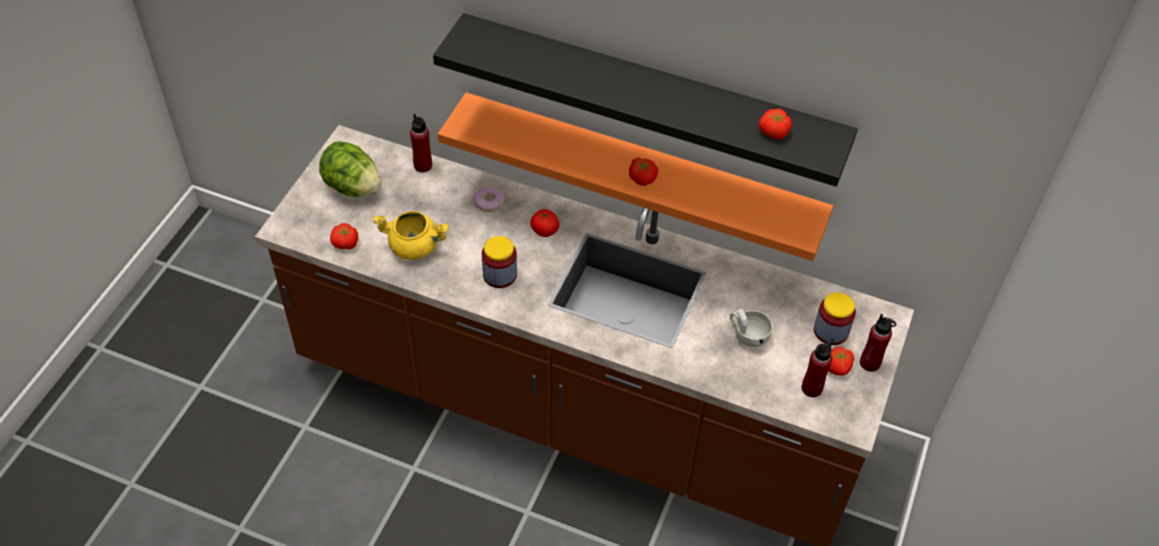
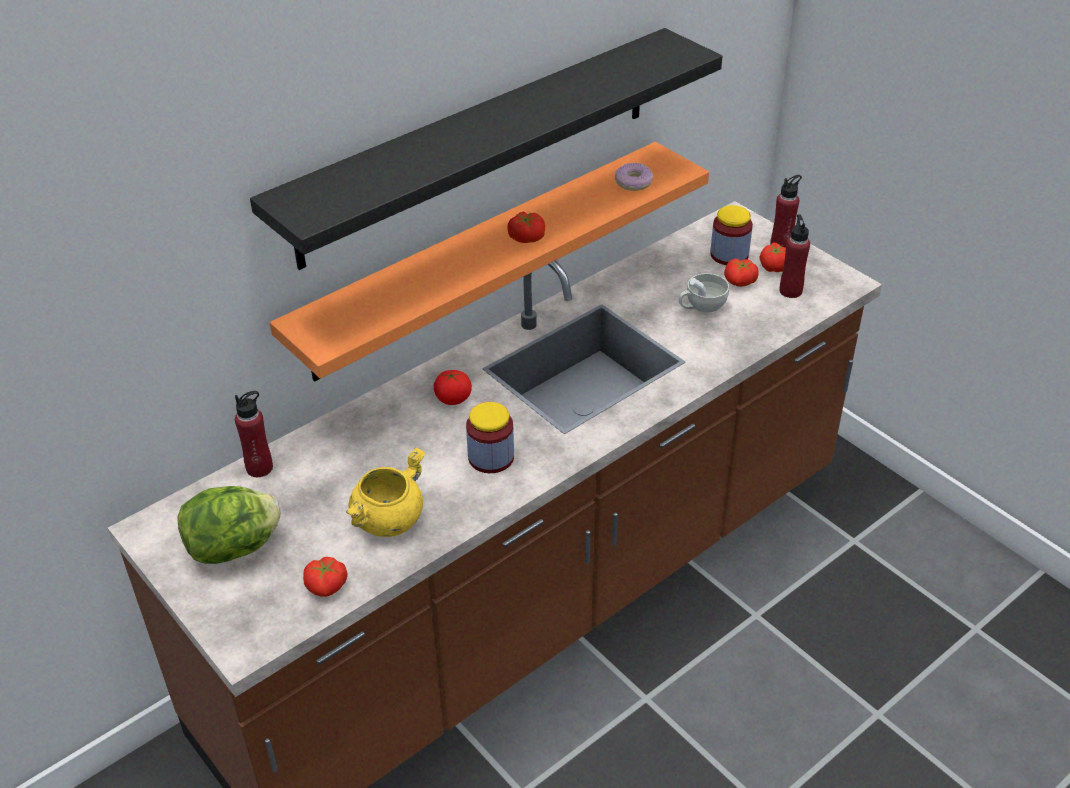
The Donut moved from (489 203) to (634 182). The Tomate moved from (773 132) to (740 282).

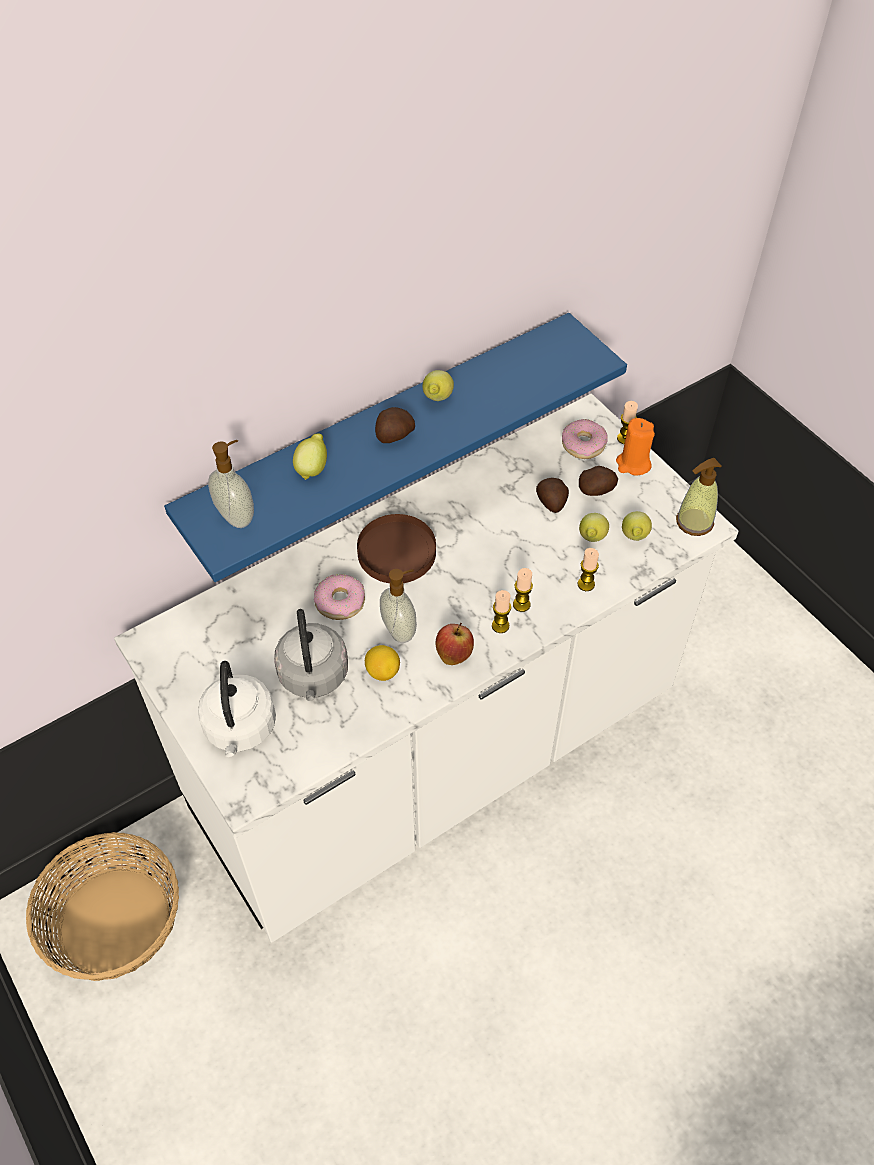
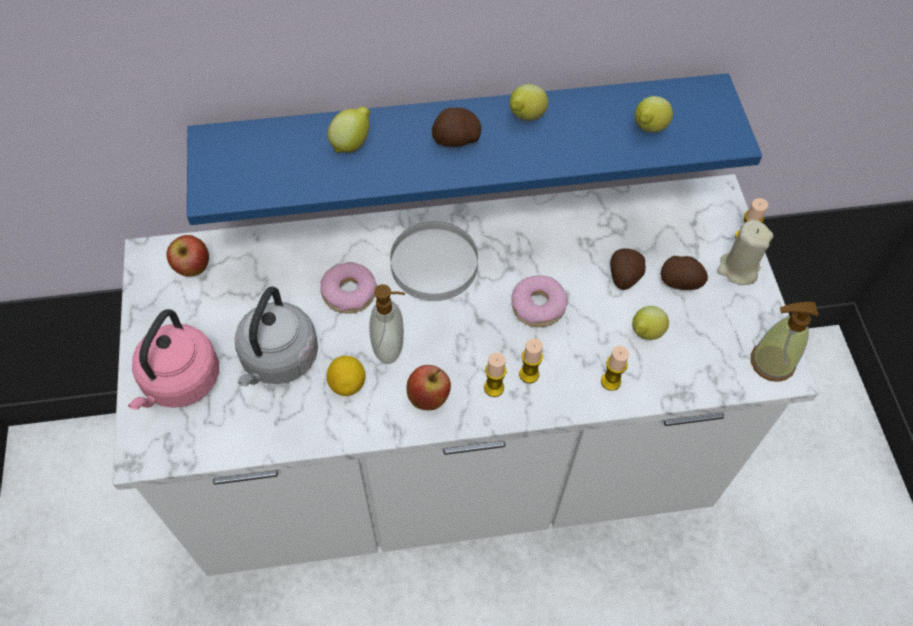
The Wasserkessel [weiß] at (240 729) became the Wasserkessel [rosa] at (180 382). The Apfel at (193 268) appeared. The Teller [braun] at (397 552) became the Teller [weiß] at (434 264). The Donut moved from (583 444) to (538 306). The Zitrone moved from (634 537) to (648 129). The Kerze [orange] at (633 464) became the Kerze [beige] at (738 269). The Korb at (115 920) disappeared. The Seifenspender at (237 516) disappeared.

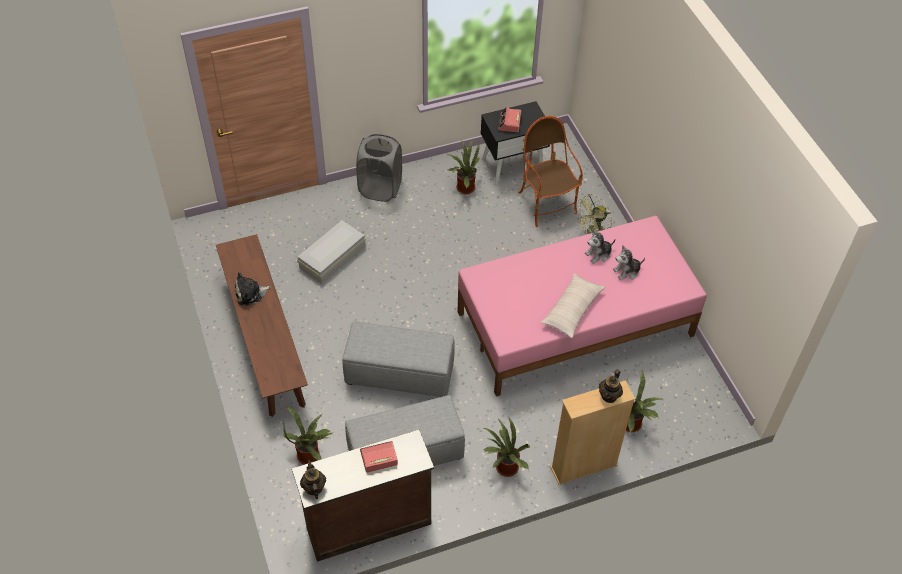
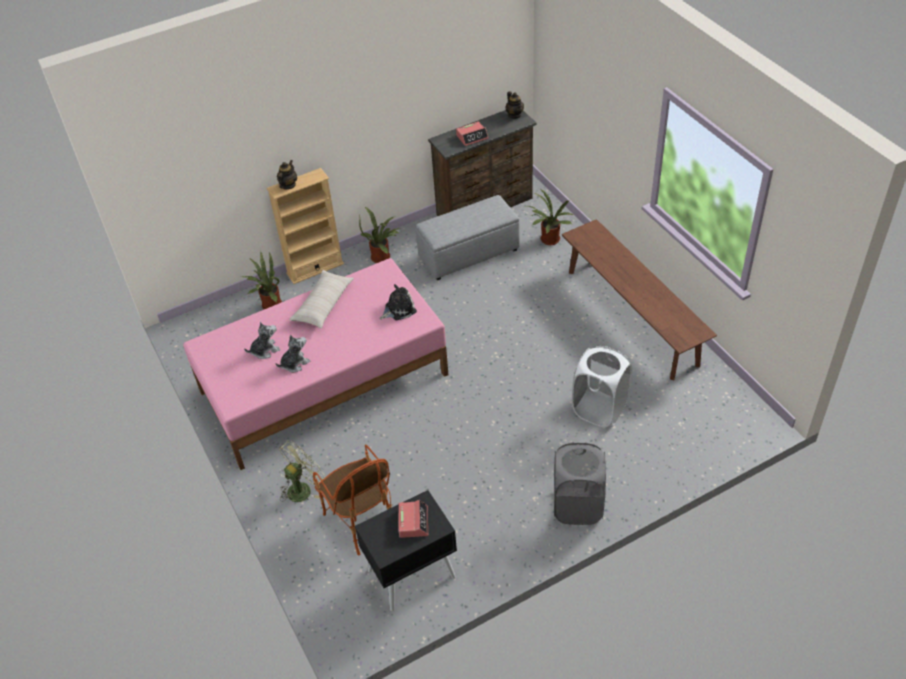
The Plüschtier moved from (250 293) to (398 309). The Aufbewahrungsbox [weiß] at (333 257) was replaced by the Wäschekorb [weiß] at (599 409). The Polsterhocker [grau] at (400 374) disappeared. The Topfpflanze at (463 187) disappeared.

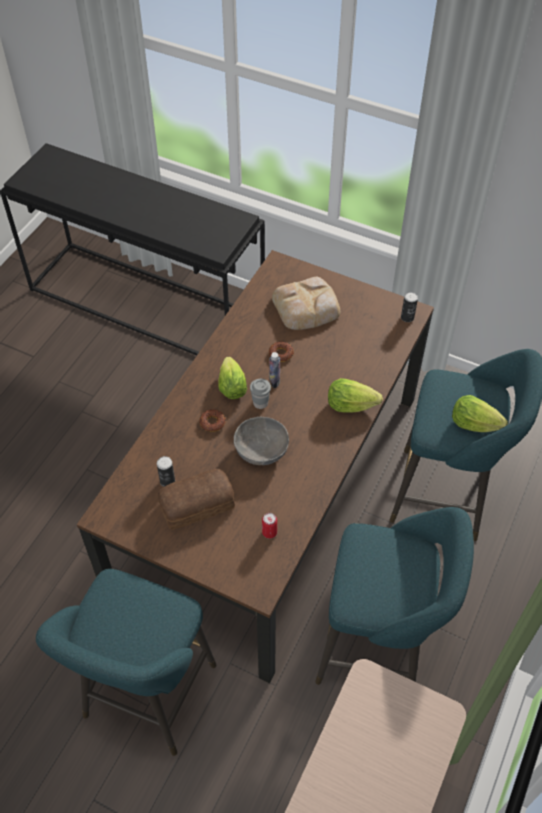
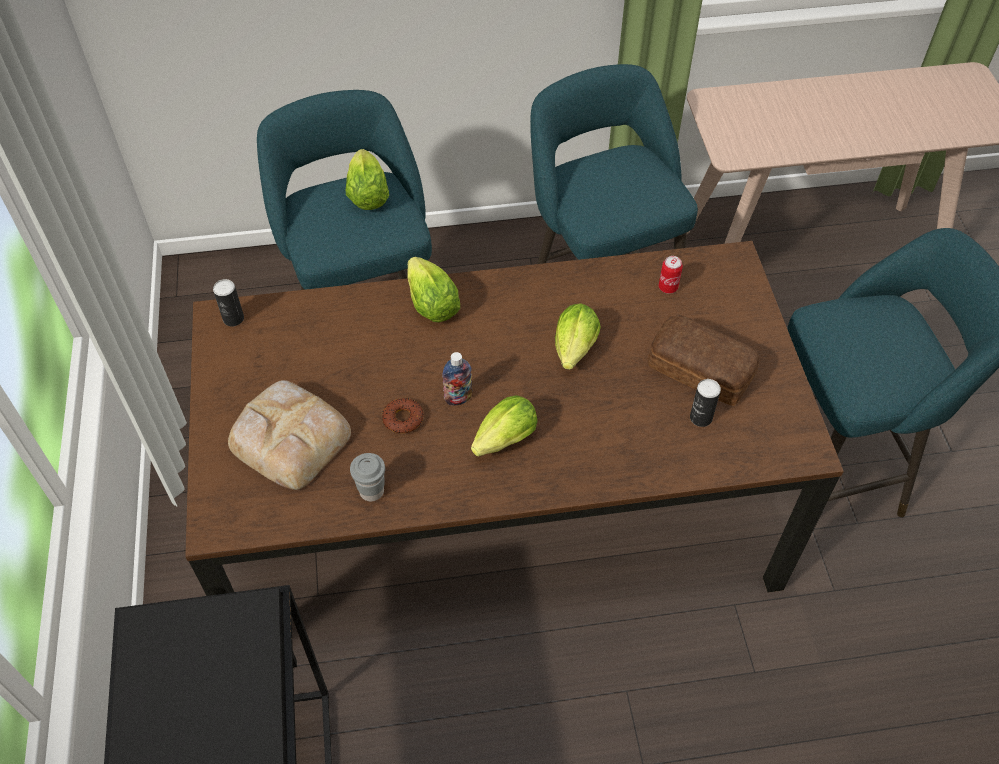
The Tasse [grau] moved from (260 403) to (371 491). The Schüssel [grau] at (261 451) was replaced by the Salatkopf at (573 352). The Donut at (212 422) disappeared.

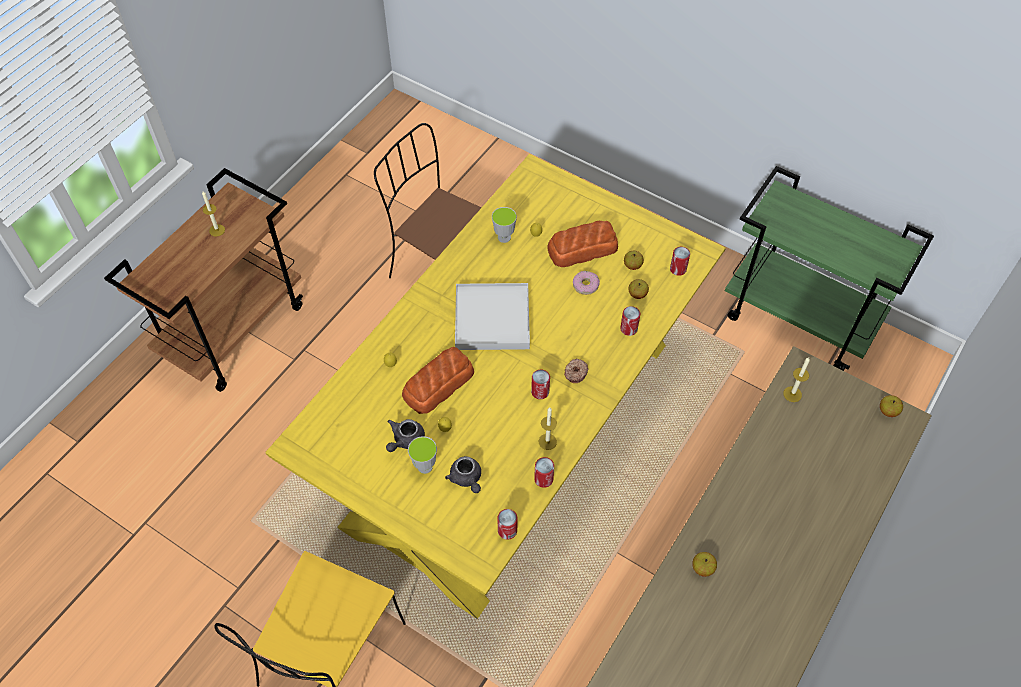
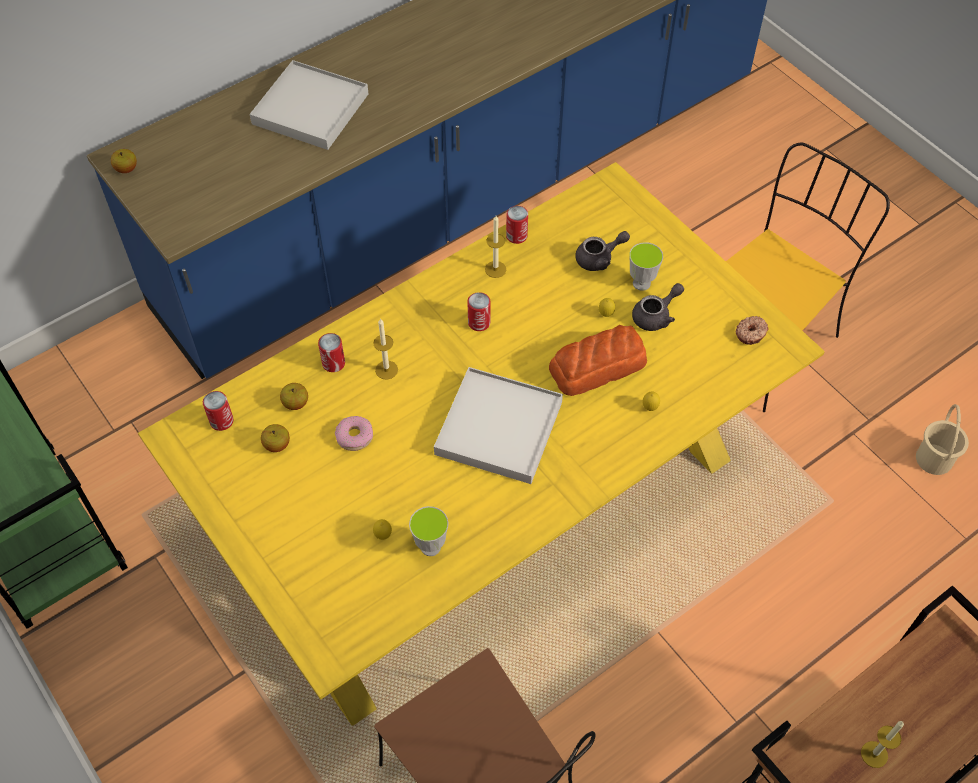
The Tablett [weiß] at (310 109) appeared. The Kerze moved from (792 394) to (386 370). The Teekanne [grau] at (466 479) turned 75 degrees clockwise. The Donut moved from (575 373) to (751 333). The Eimer [beige] at (934 459) appeared. The Dose at (507 530) disappeared. The Brot at (581 249) disappeared. The Apfel at (702 568) disappeared.

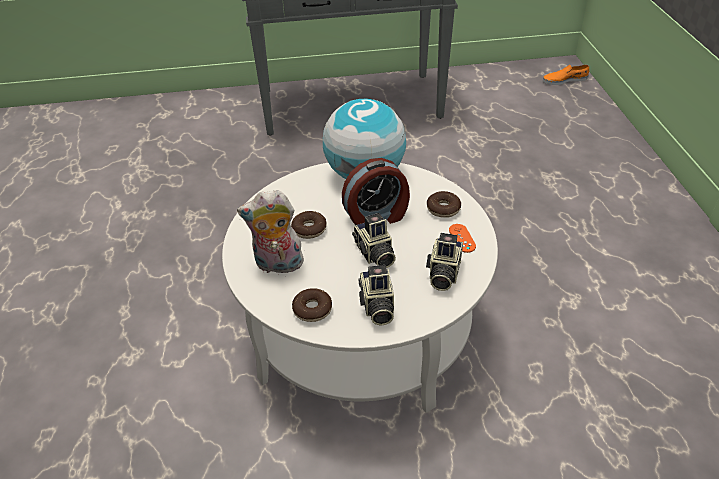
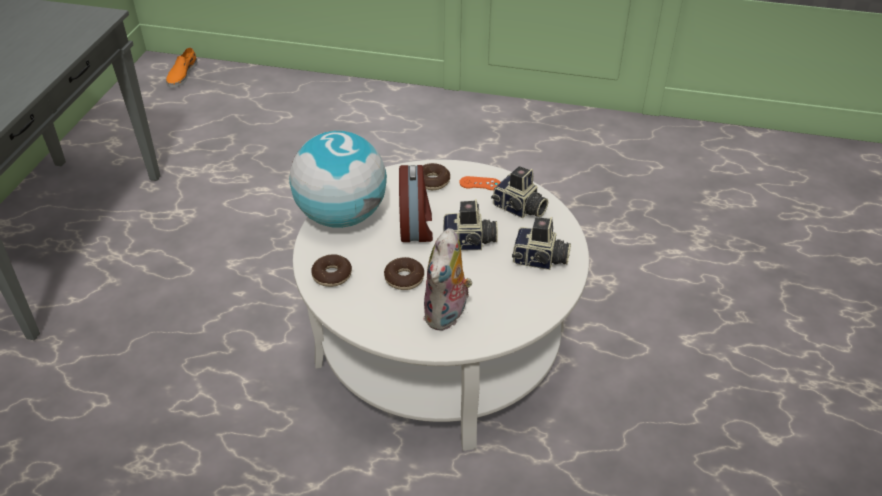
The Donut moved from (312 309) to (332 275).

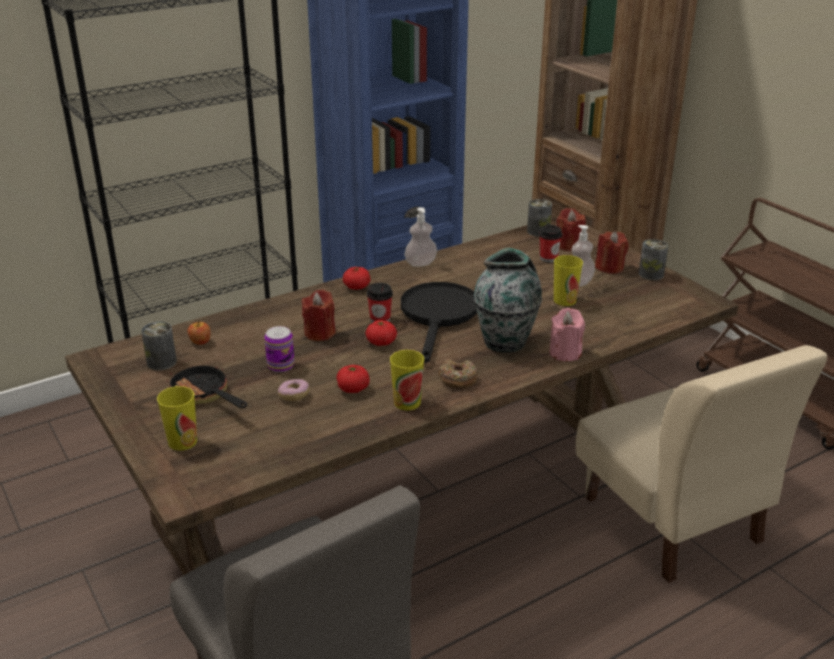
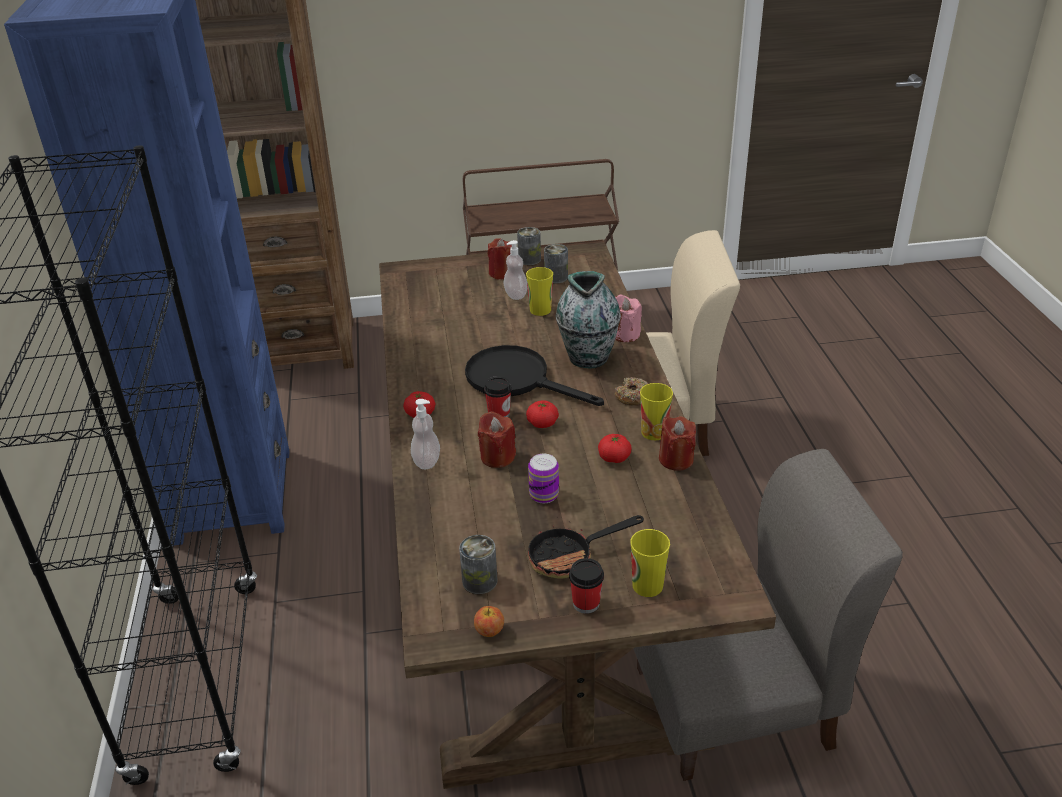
The Seifenspender moved from (420 263) to (426 461). The Apfel moved from (200 342) to (489 631). The Dose moved from (538 231) to (556 277). The Tasse moved from (548 258) to (586 603). The Kerze [rot] moved from (569 245) to (676 459). The Donut at (294 396) disappeared.

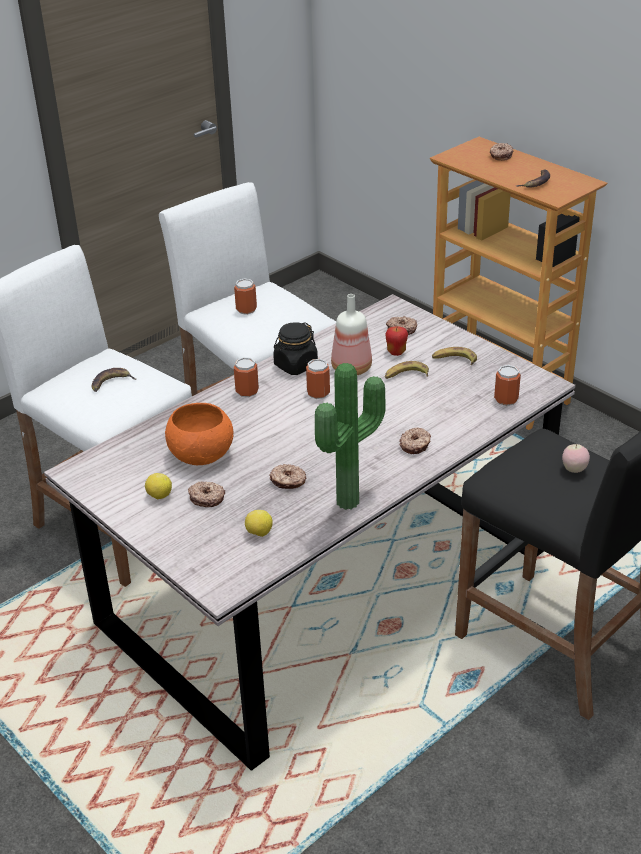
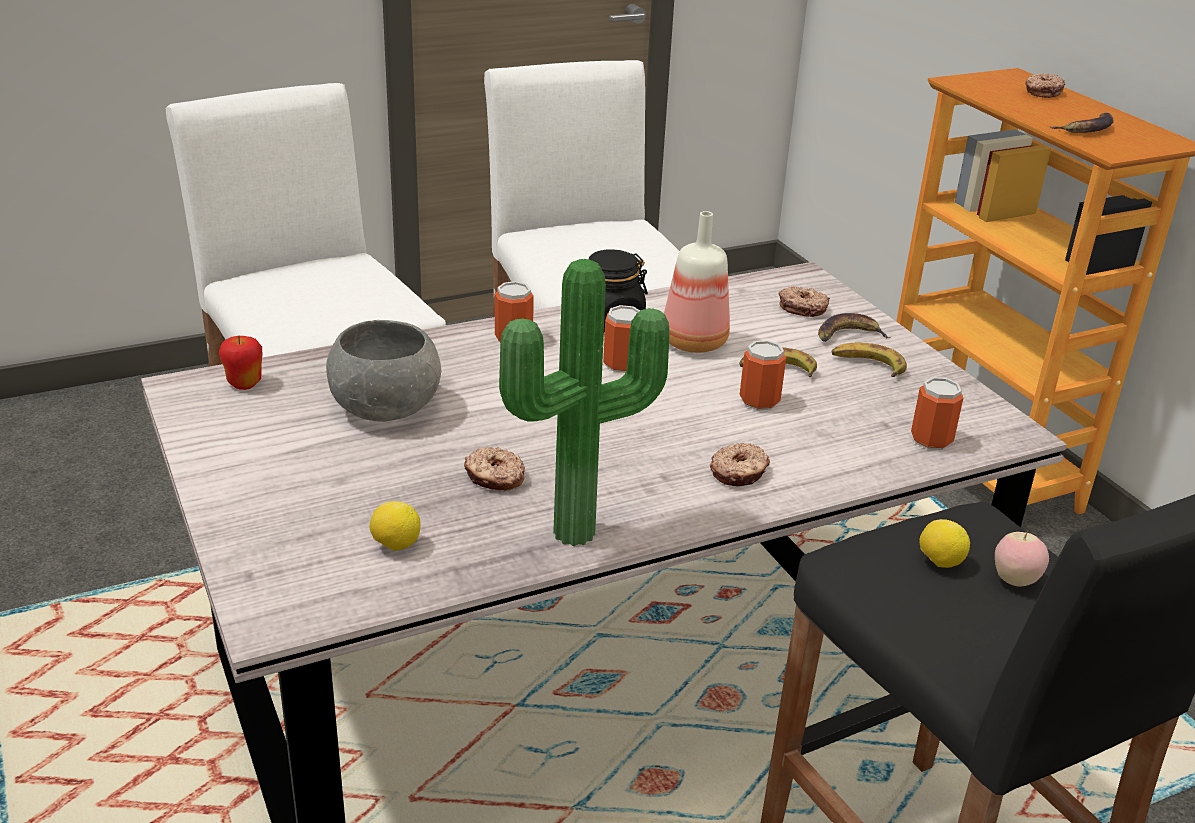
The Apfel moved from (396 352) to (244 384). The Schüssel [orange] at (201 455) became the Schüssel [grau] at (386 408). The Dose moved from (246 310) to (759 401). The Banane moved from (111 383) to (848 335). The Zitrone moved from (159 496) to (939 562). The Donut at (207 498) disappeared.

